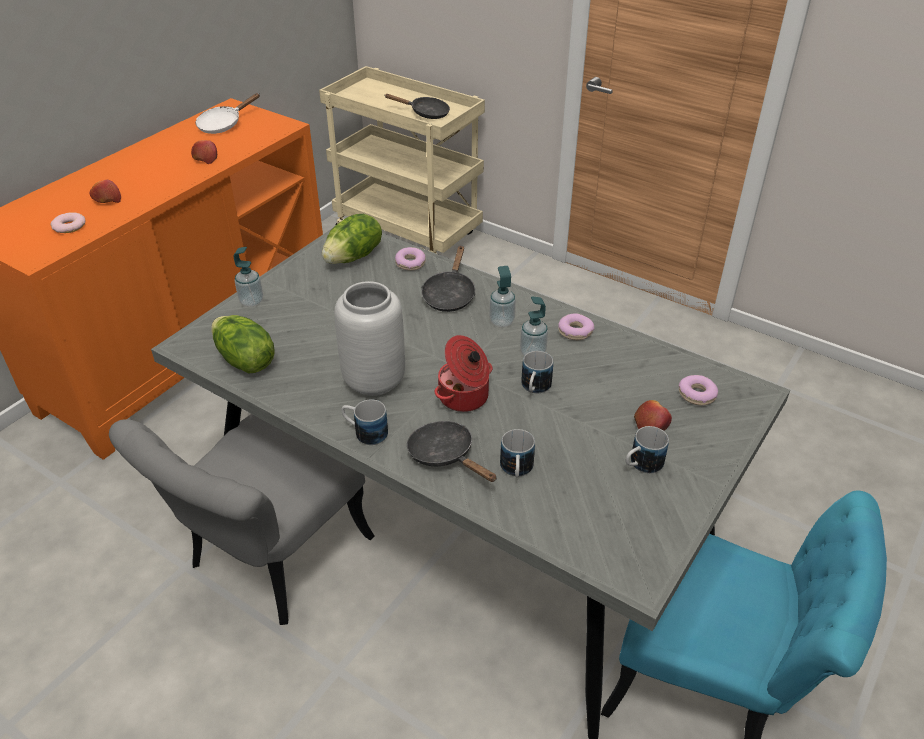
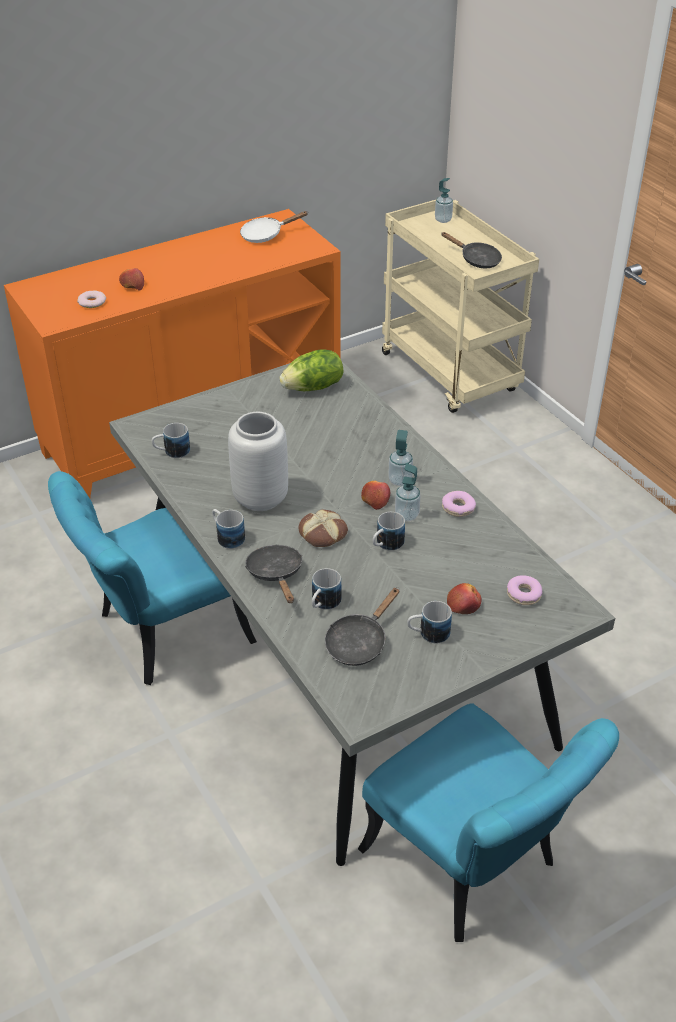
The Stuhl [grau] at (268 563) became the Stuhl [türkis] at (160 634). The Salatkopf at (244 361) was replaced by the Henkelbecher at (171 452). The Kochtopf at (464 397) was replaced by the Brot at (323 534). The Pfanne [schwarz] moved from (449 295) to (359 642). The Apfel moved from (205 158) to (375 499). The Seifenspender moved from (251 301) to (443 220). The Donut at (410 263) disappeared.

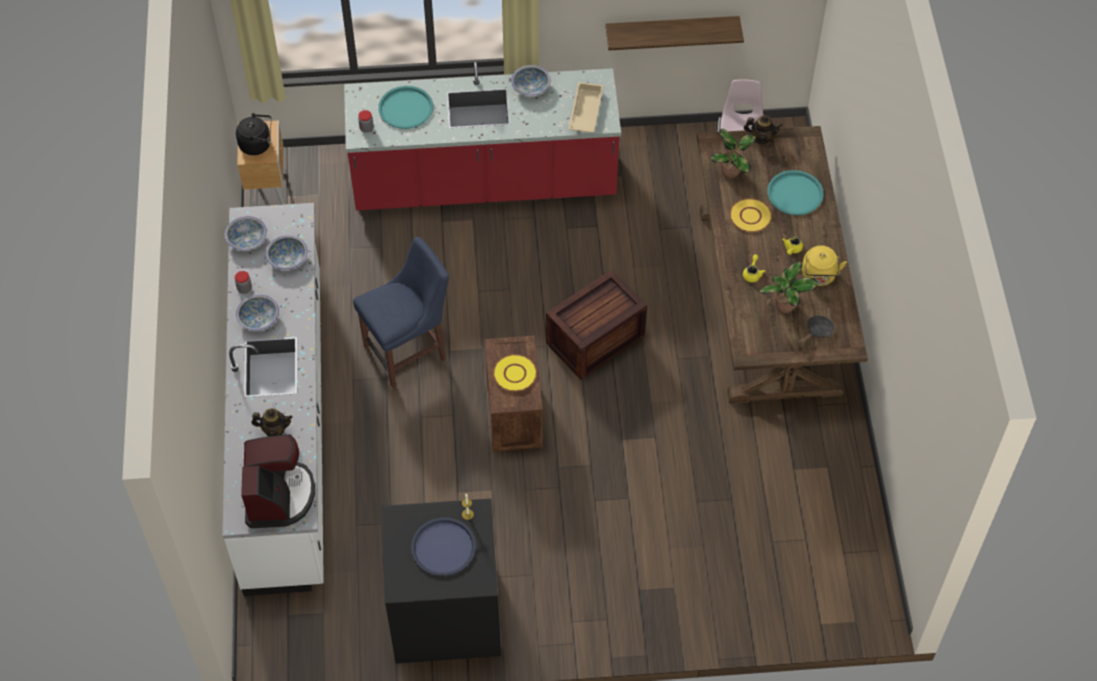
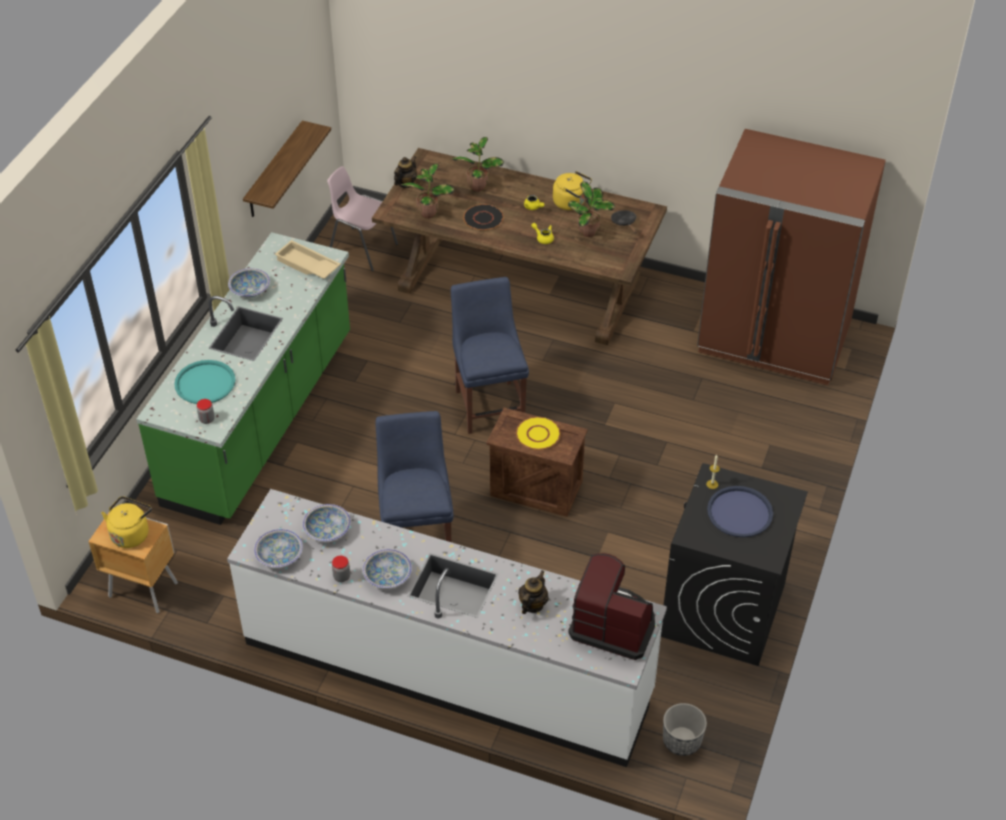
The Wasserkessel [schwarz] at (257 144) became the Wasserkessel [gelb] at (131 533). The Küchenzeile [rot] at (484 183) became the Küchenzeile [grün] at (261 419). The Kiste at (596 339) was replaced by the Stuhl [blau] at (489 404). The Tablett [türkis] at (795 193) was replaced by the Topfpflanze at (478 185). The Teller [gelb] at (750 216) became the Teller [schwarz] at (483 218). The Pflanzkübel at (681 741) appeared. The Kühlschrank [braun] at (774 338) appeared.

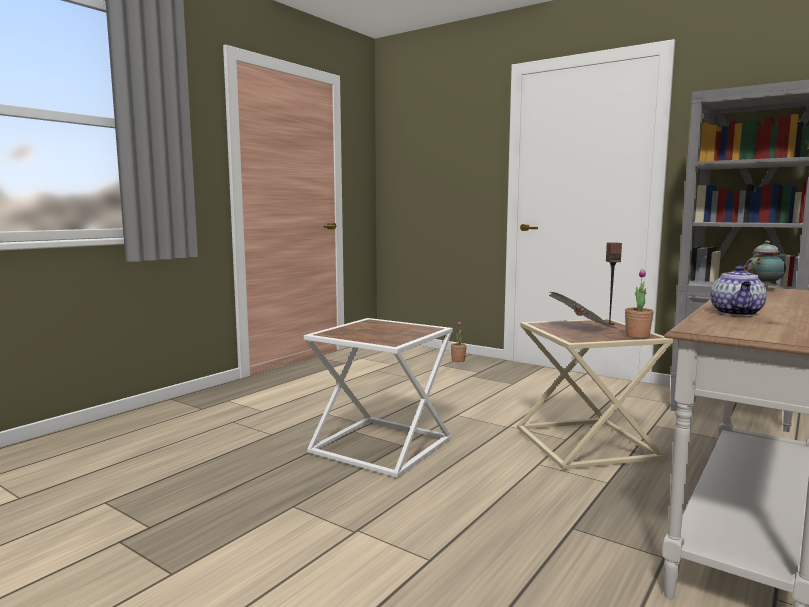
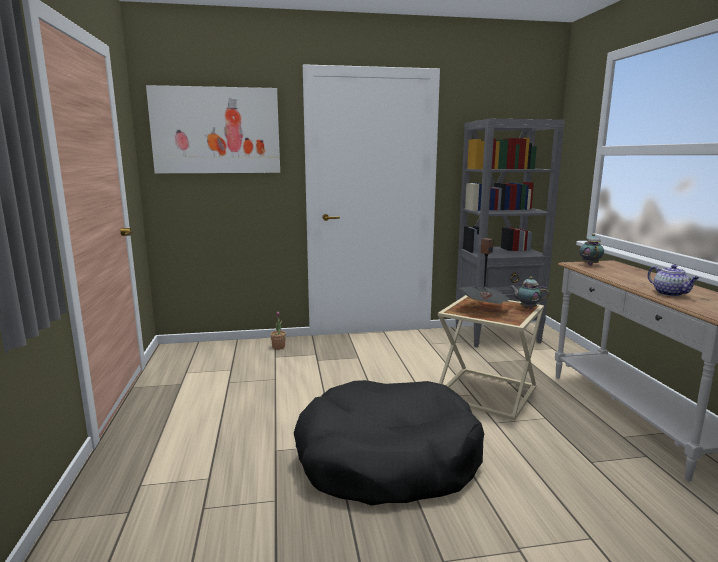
The Bild at (216 130) appeared. The Beistelltisch [weiß] at (383 446) was replaced by the Hundebett [schwarz] at (387 459). The Topfpflanze at (637 336) was replaced by the Teekanne at (527 308).

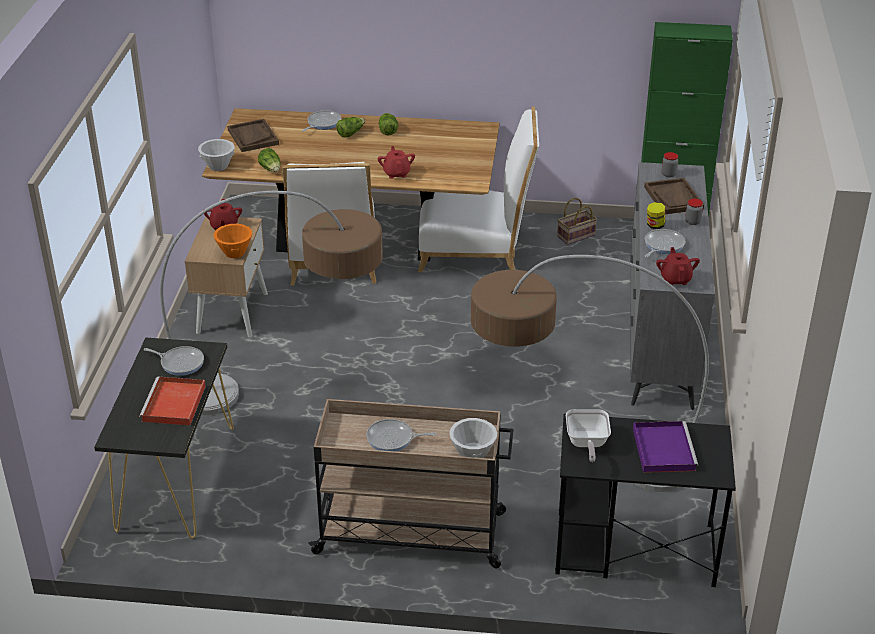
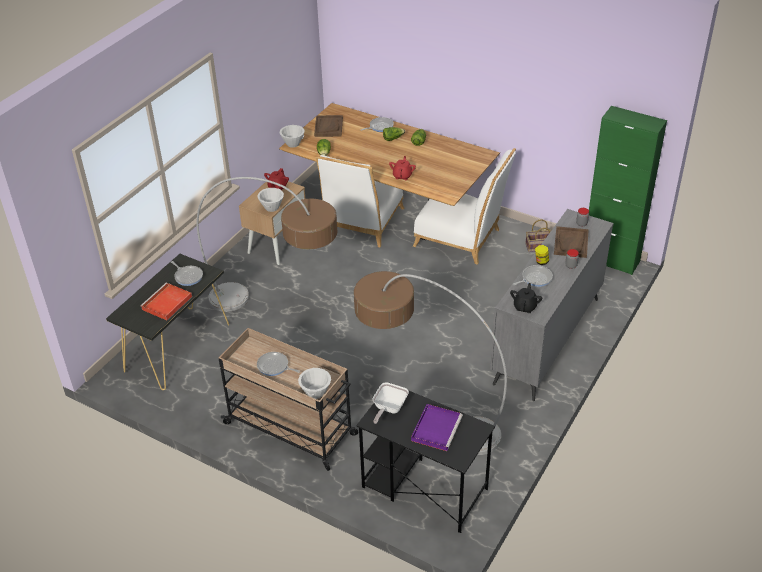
The Schüssel [orange] at (234 253) became the Schüssel [weiß] at (271 207). The Teekanne [rot] at (675 279) became the Teekanne [schwarz] at (525 307).

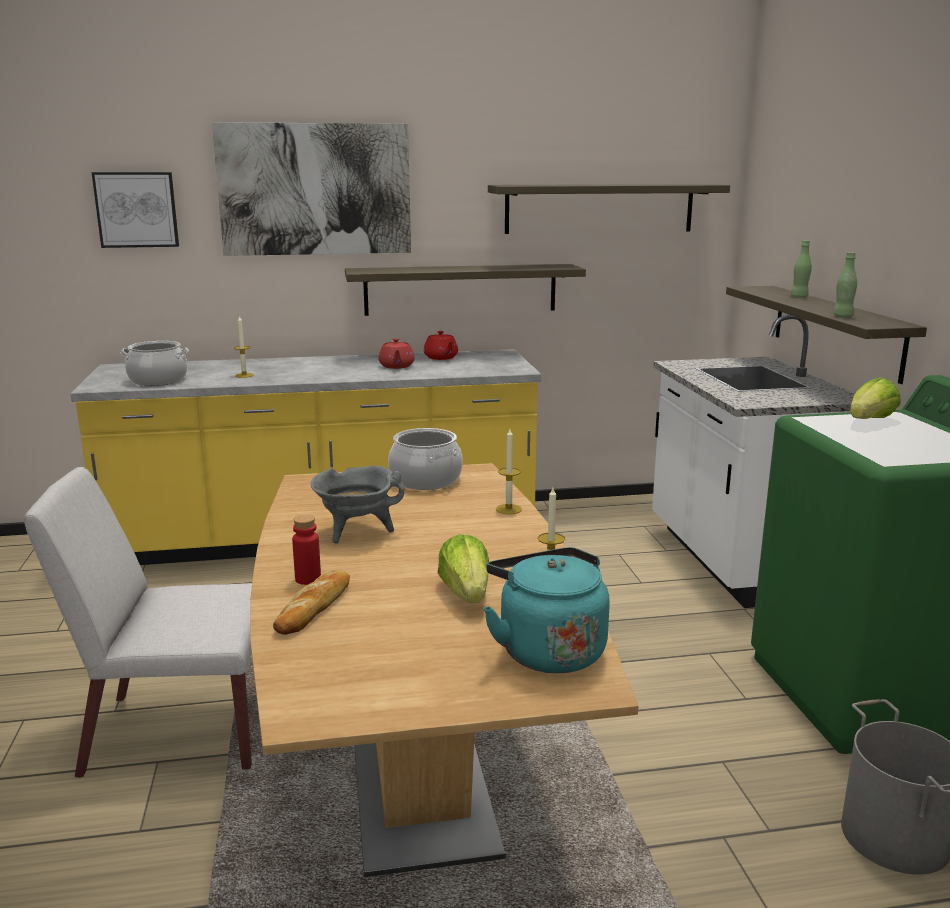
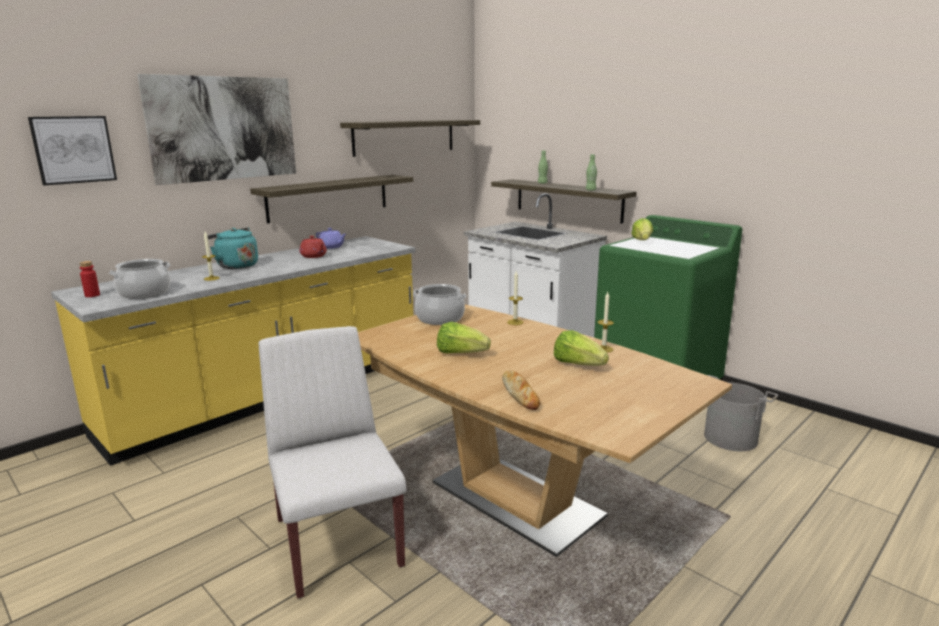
The Flasche [rot] moved from (308 579) to (92 295). The Wasserkessel [türkis] moved from (547 649) to (235 266). The Stuhl [weiß] at (177 732) turned 105 degrees clockwise. The Teekanne [rot] at (441 358) became the Teekanne [lila] at (331 247). The Kochtopf [grau] at (357 532) was replaced by the Salatkopf at (460 353).

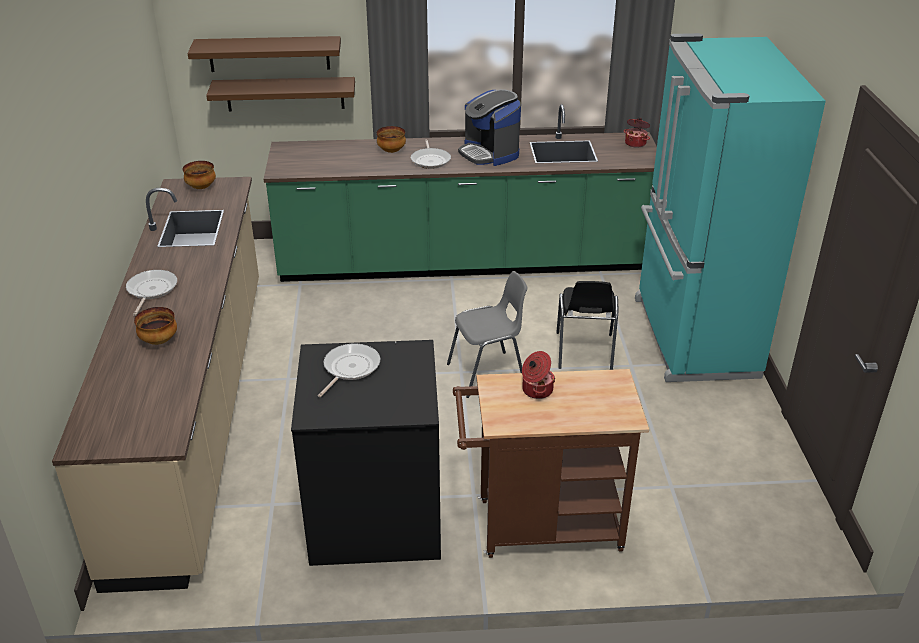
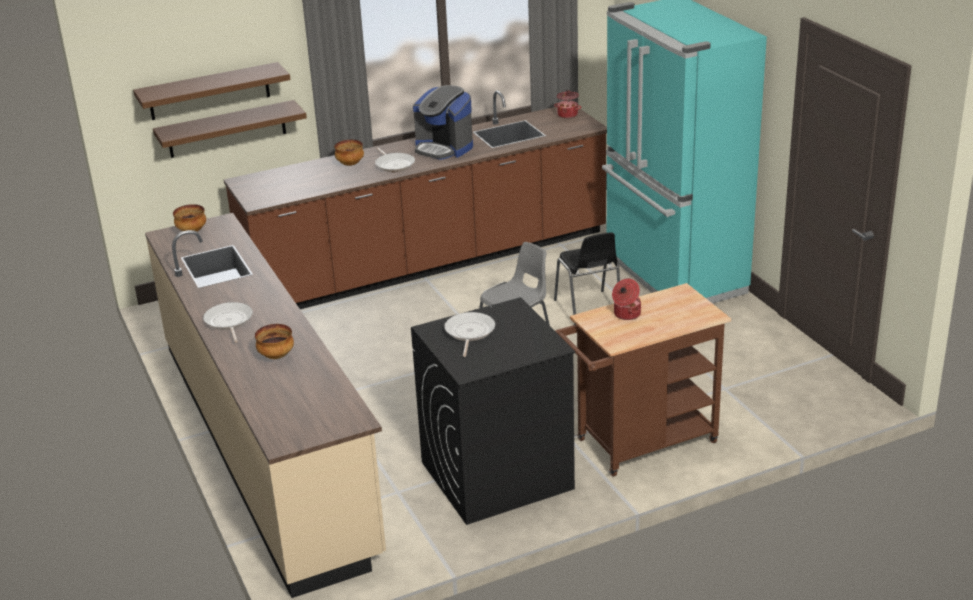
The Küchenzeile [grün] at (464 263) became the Küchenzeile [braun] at (429 264).

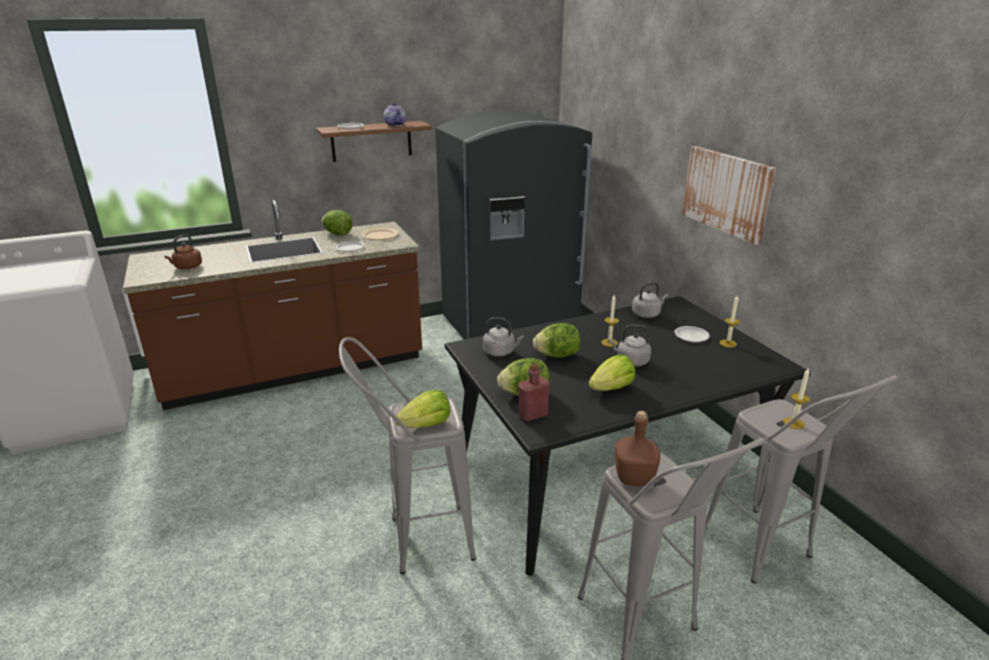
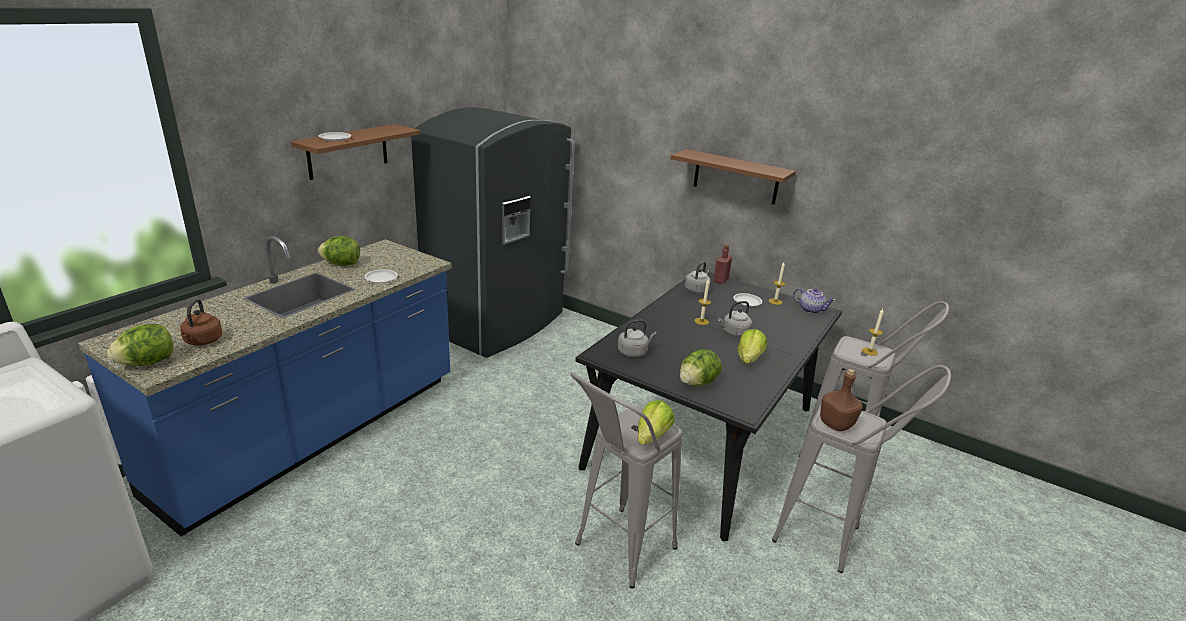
The Küchenzeile [braun] at (296 371) became the Küchenzeile [blau] at (315 434). The Salatkopf moved from (557 355) to (148 363). The Bild at (727 192) was replaced by the Wandregal [braun] at (736 177). The Flasche [rot] moved from (533 415) to (720 280). The Teekanne moved from (396 125) to (811 310). The Teller [beige] at (379 235) disappeared.

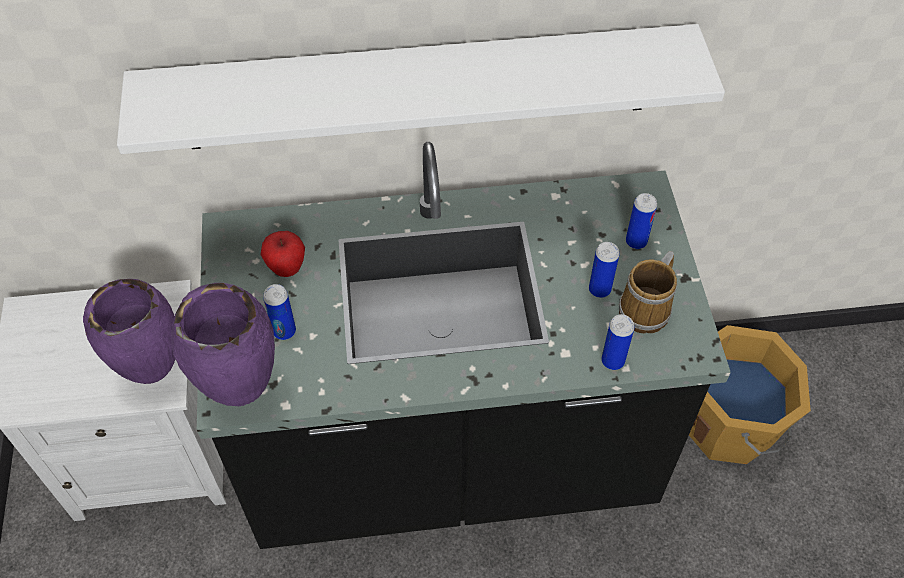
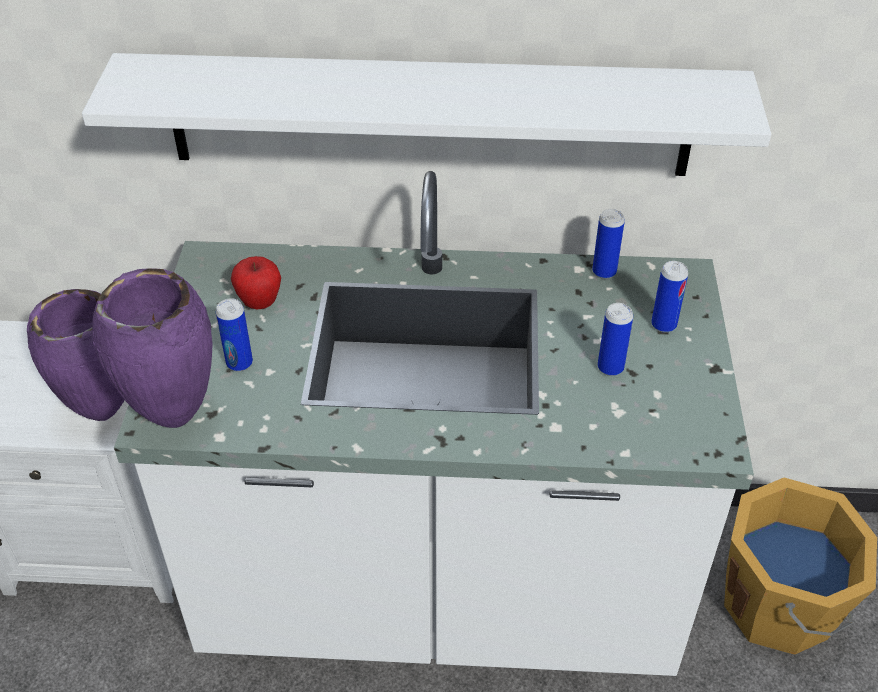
The Küchenzeile [schwarz] at (452 461) became the Küchenzeile [weiß] at (439 596). The Dose moved from (612 361) to (604 272). The Henkelbecher at (647 309) disappeared.

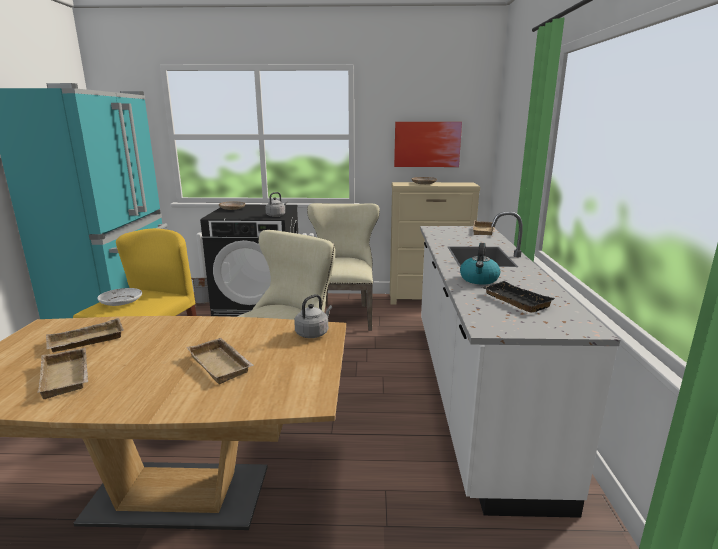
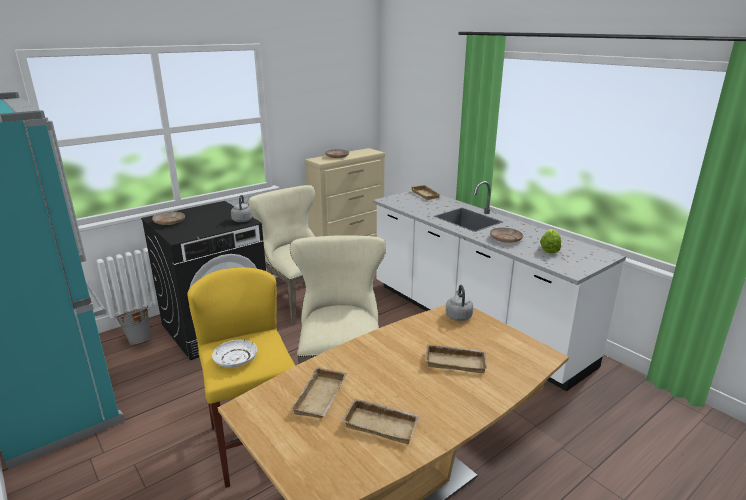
The Wasserkessel at (479 279) was replaced by the Teller [beige] at (505 239). The Tablett [schwarz] at (514 301) was replaced by the Salatkopf at (549 249). The Bild at (427 144) disappeared.

